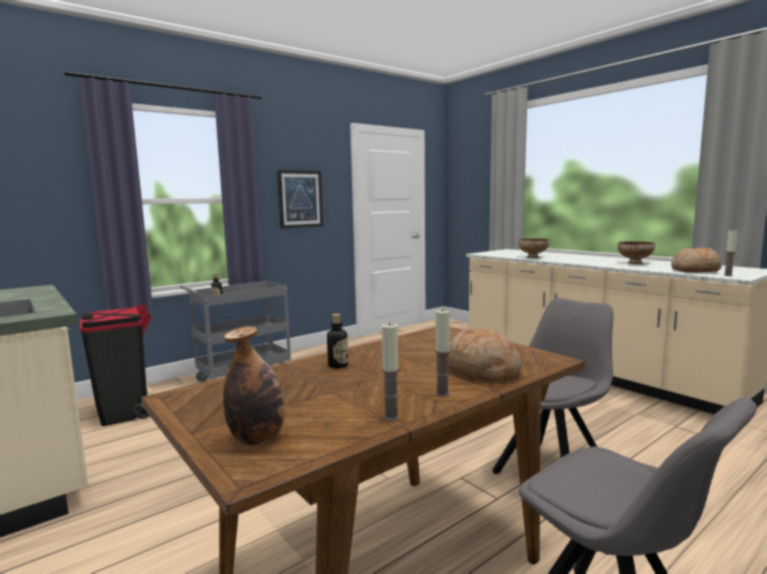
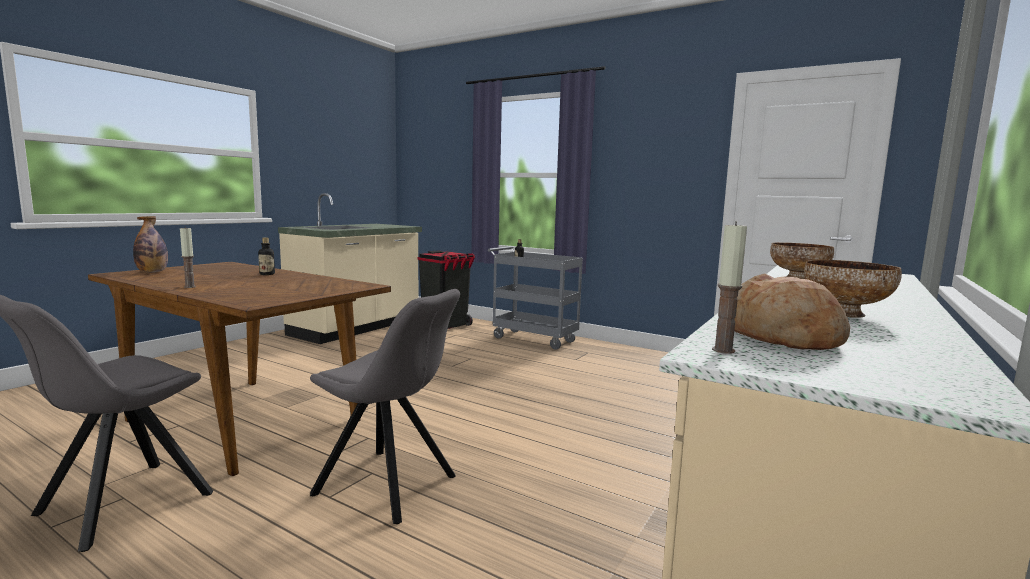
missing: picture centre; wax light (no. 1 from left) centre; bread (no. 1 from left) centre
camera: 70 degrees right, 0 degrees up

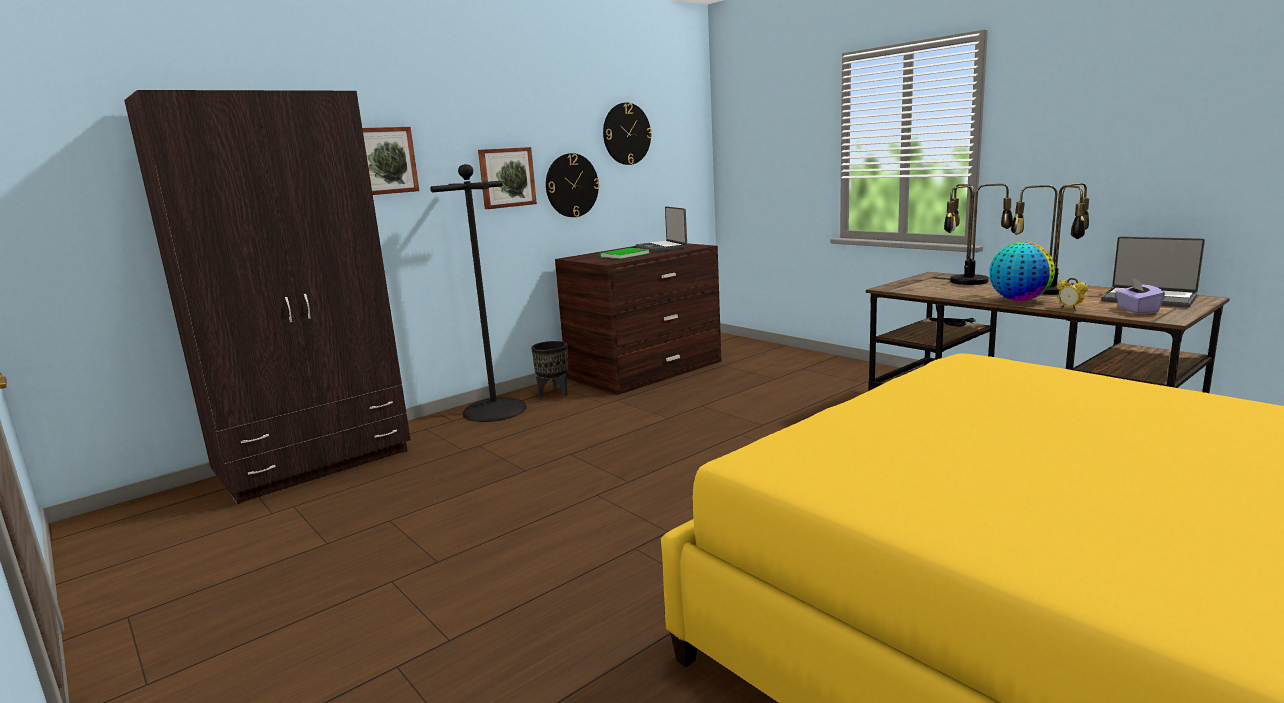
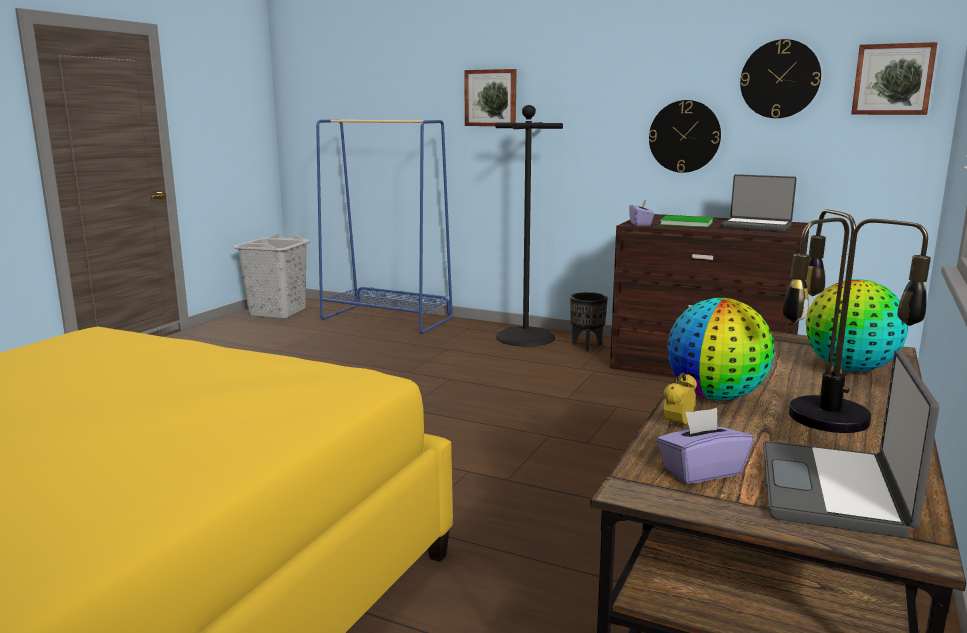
appeared: purple-coloured box of tissues (no. 1 from left) centre; gray hamper middle left
relocated: picture (no. 2 from left) top centre to top right
exchanged: brownish armoire middle left to blue garment stand centre; table lamp (no. 1 from left) top right to globe (no. 2 from left) middle right
spun: notebook computer (no. 1 from left) top centre = top right 105 degrees counterclockwise
camera: 65 degrees right, 0 degrees up

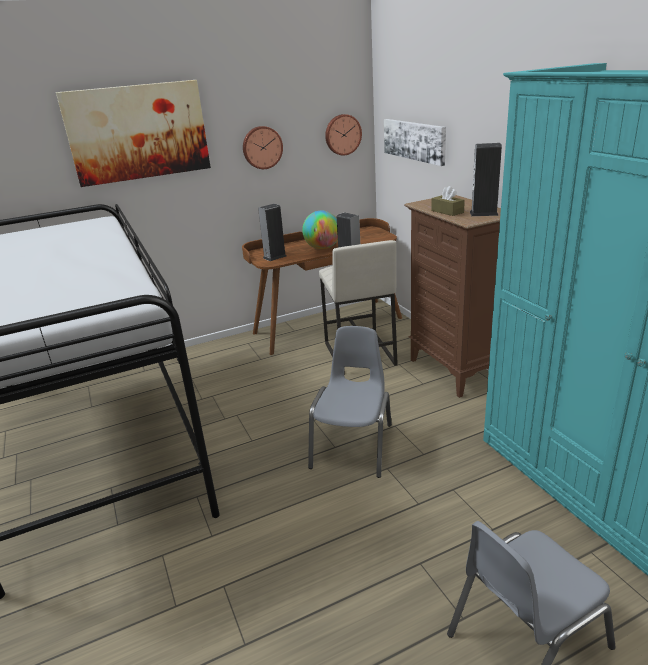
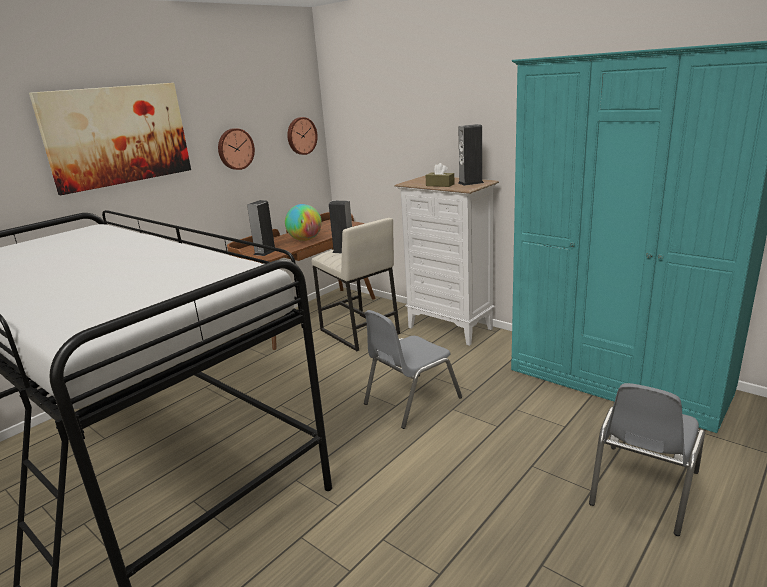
missing: picture (no. 2 from left) top centre
colour: brownish chest of drawers middle right to white chest of drawers centre
spun: gray chair (no. 1 from left) centre = centre 120 degrees counterclockwise
camera: 25 degrees left, 5 degrees down

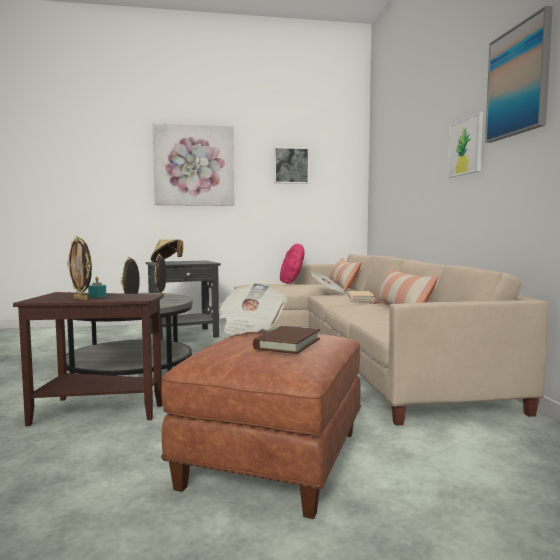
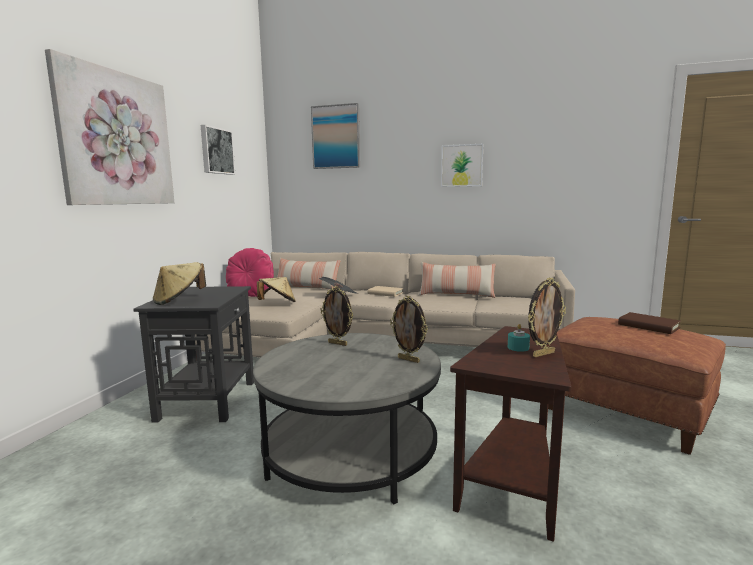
missing: daily paper (no. 1 from left) centre
appeared: sand-coloured clothing hat (no. 2 from left) centre
relocated: picture (no. 4 from left in the first image) top right to picture (no. 3 from left) top centre
camera: 65 degrees left, 5 degrees up

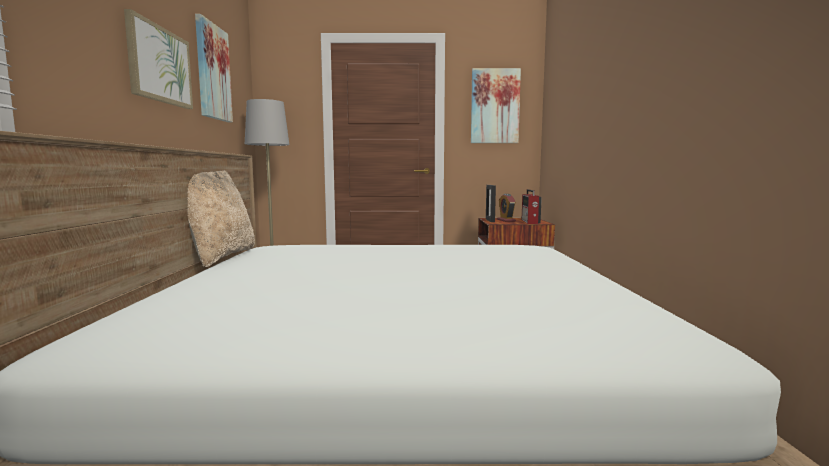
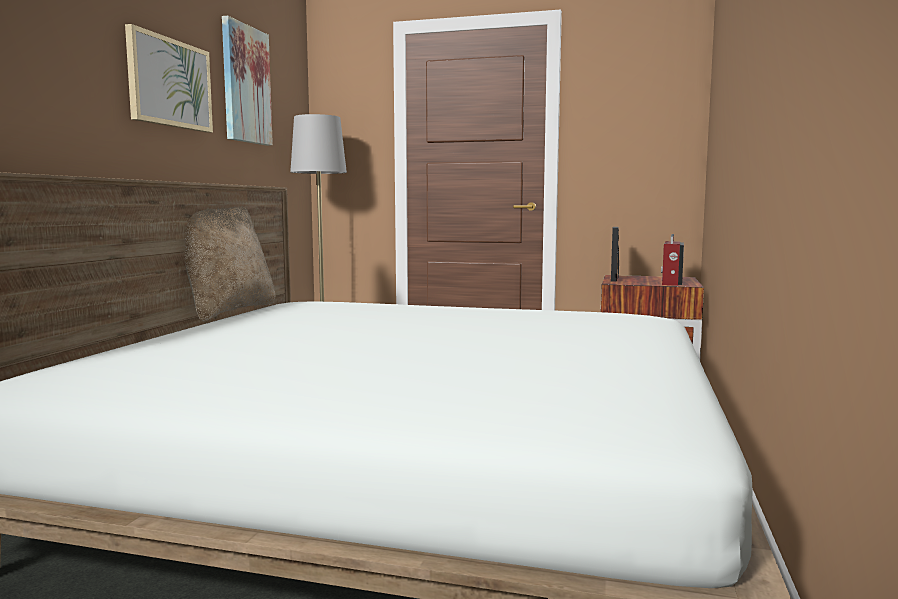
missing: picture (no. 3 from left) top centre; bedside clock centre
camera: 15 degrees right, 0 degrees up

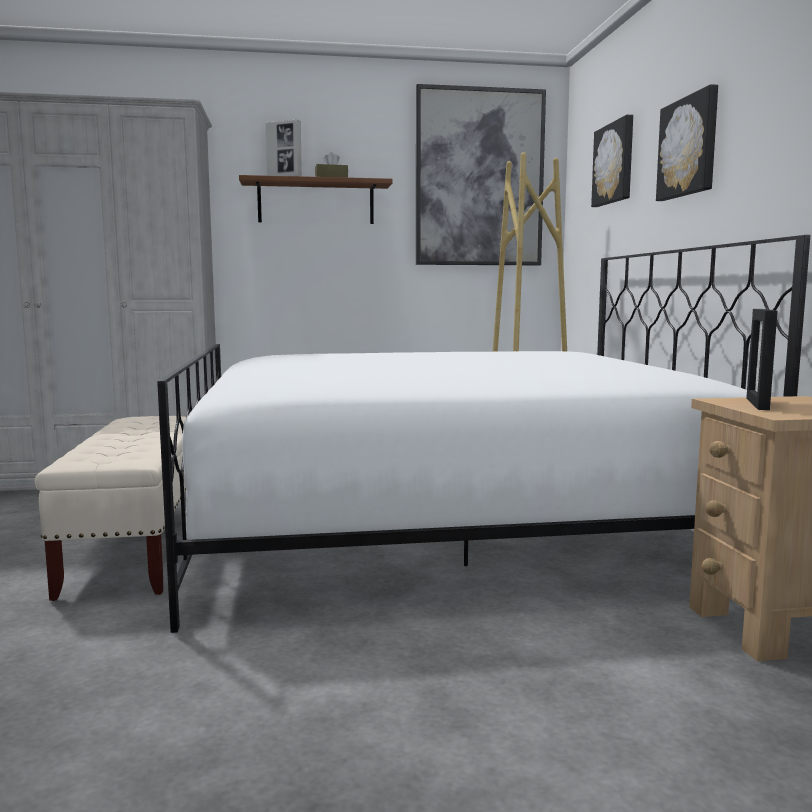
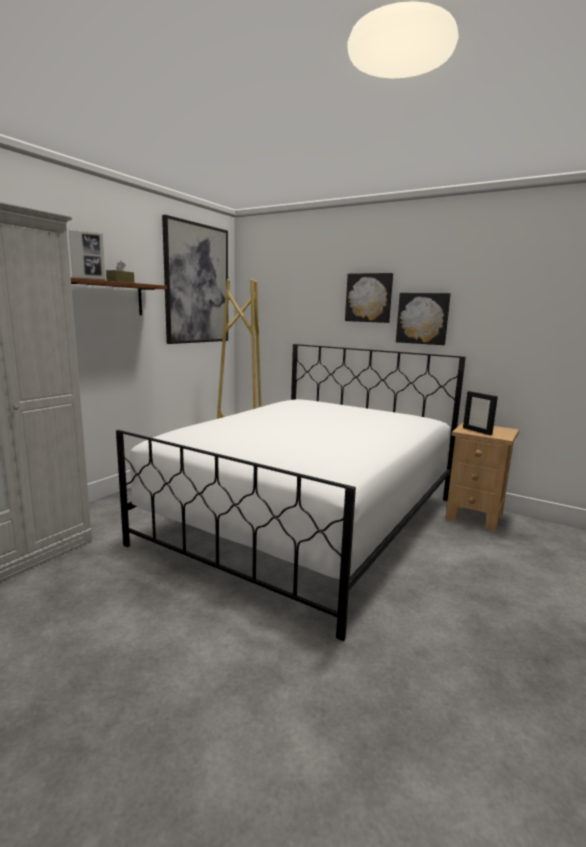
missing: sand-coloured bench middle left
relocated: picture (no. 2 from left in the first image) top right to picture (no. 3 from left) middle right
camera: 50 degrees left, 5 degrees up

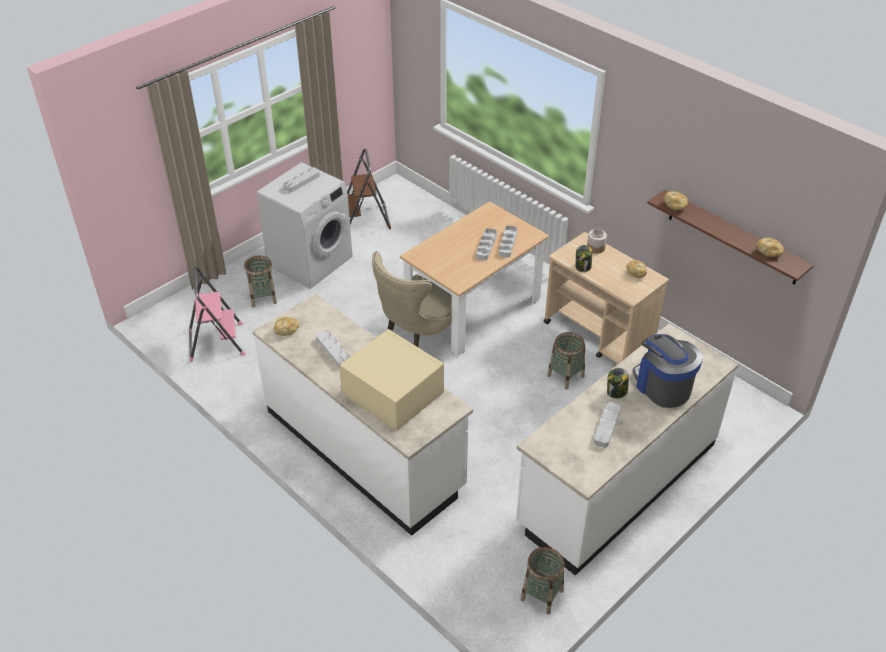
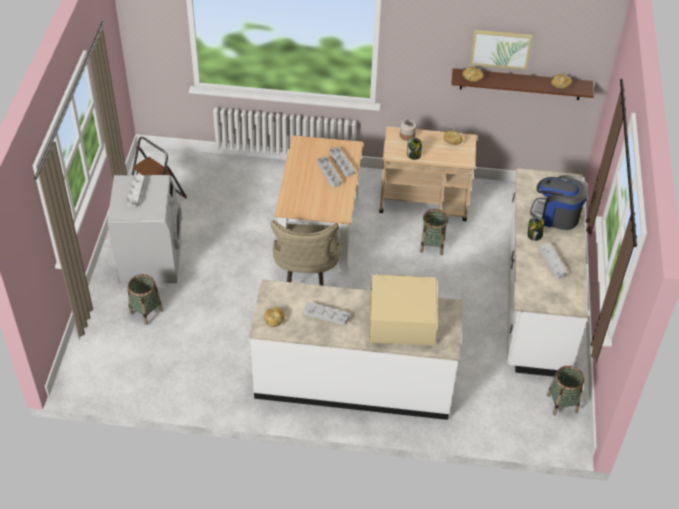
missing: pinkish step ladder middle left
appeared: picture top right
camera: 40 degrees left, 5 degrees up

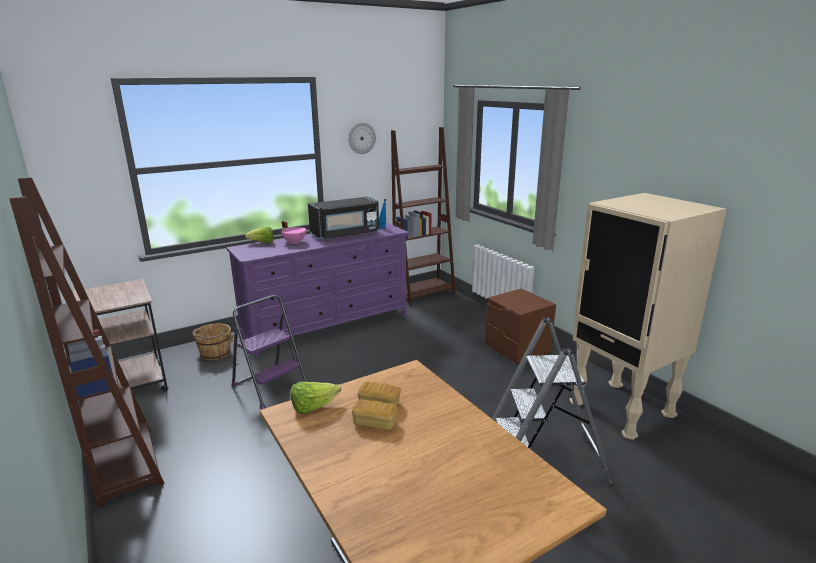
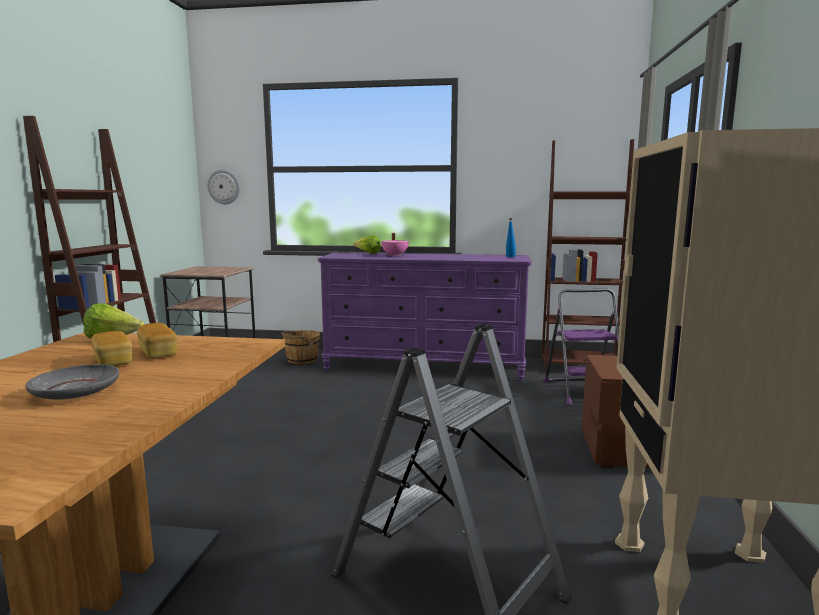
missing: blackish microwave centre
appeared: gray flat dish middle left
relocated: hanging clock top centre to top left; purple-coloured step ladder middle left to middle right
camera: 40 degrees right, 10 degrees down

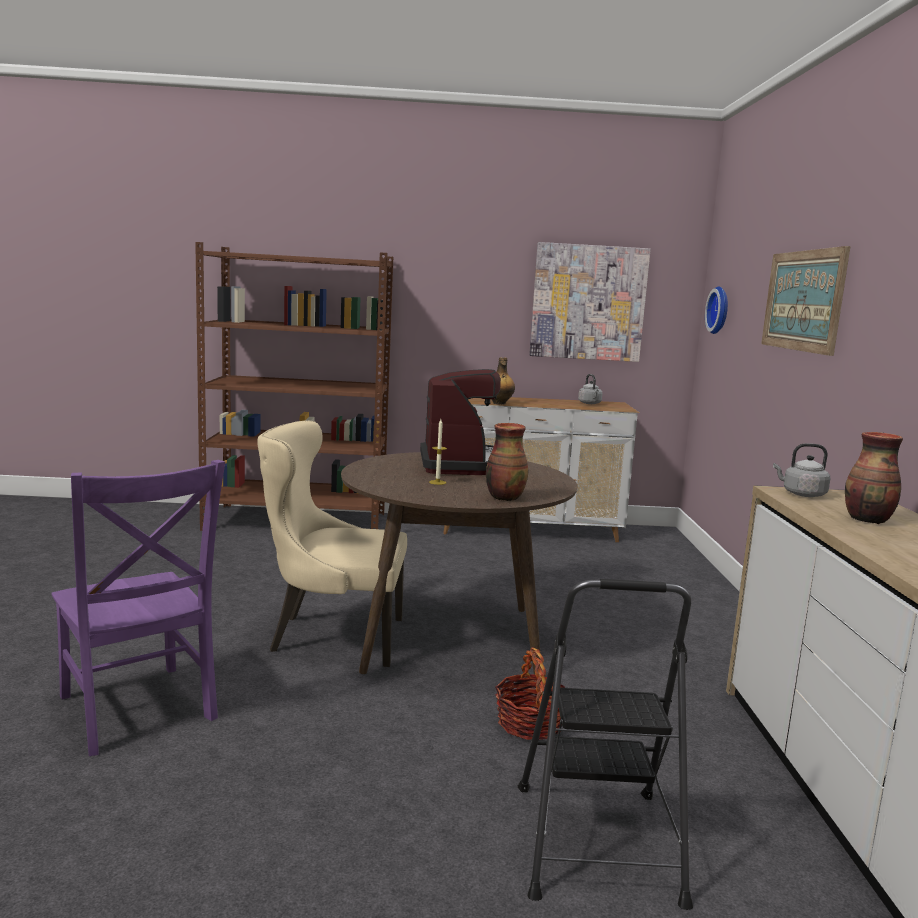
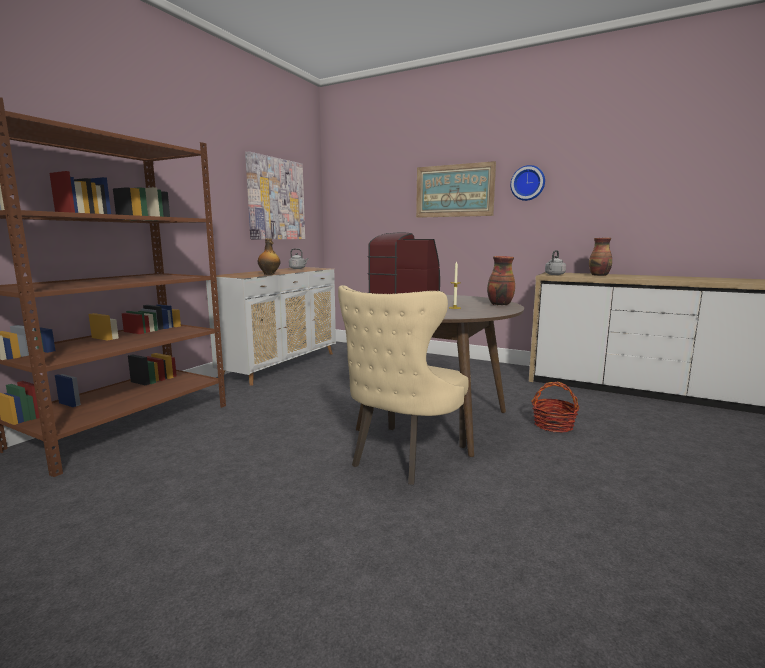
missing: purple-coloured chair middle left; blackish step ladder bottom centre
relocated: hanging clock middle right to top right
camera: 60 degrees left, 0 degrees up

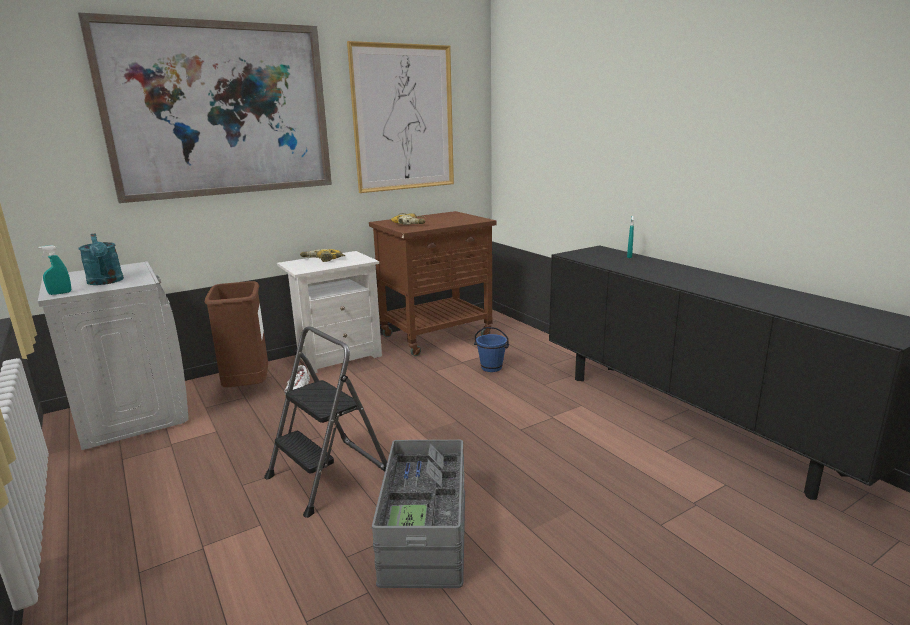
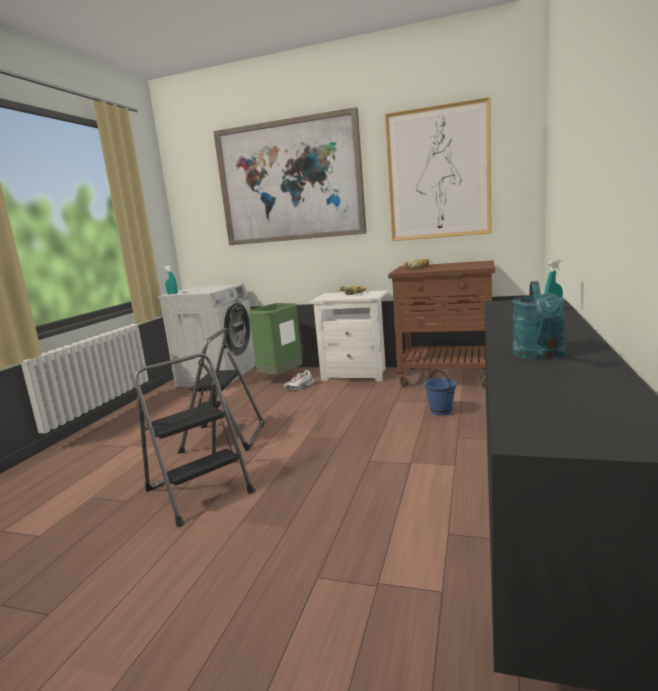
relocated: turquoise watering pot middle left to middle right
exchanged: gray storage box bottom centre to blackish step ladder (no. 1 from left) middle left
colour: brownish rubbish bin middle left to green-coloured rubbish bin centre
camera: 50 degrees right, 5 degrees down

